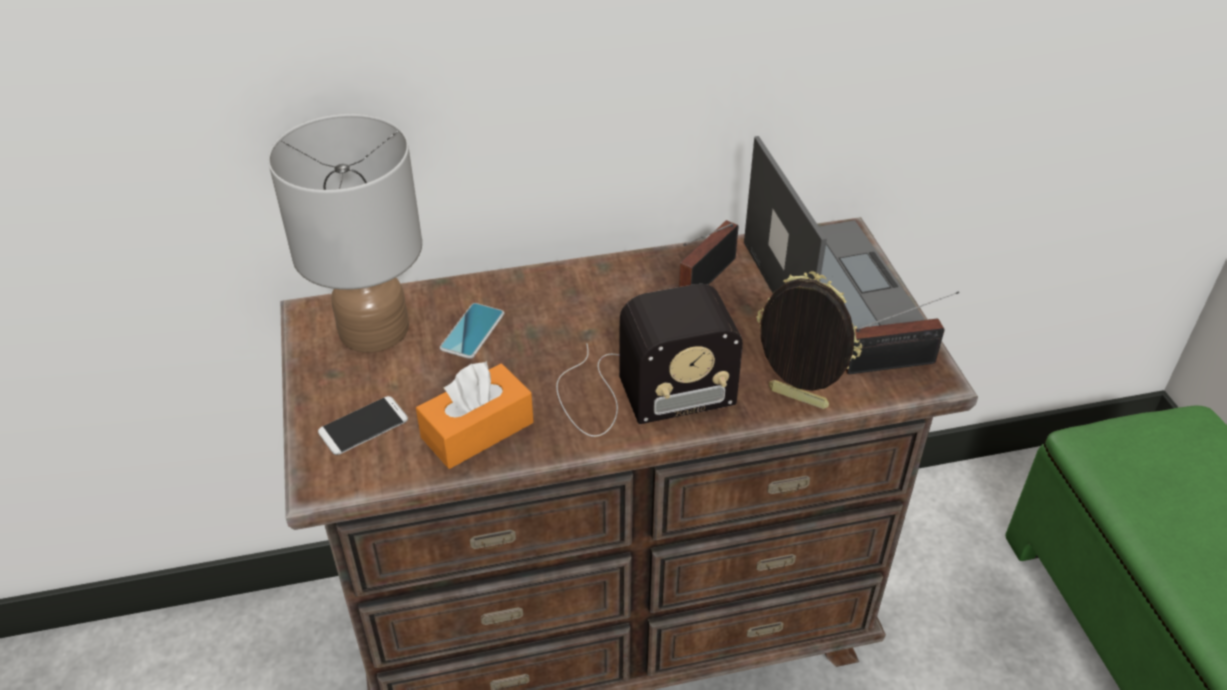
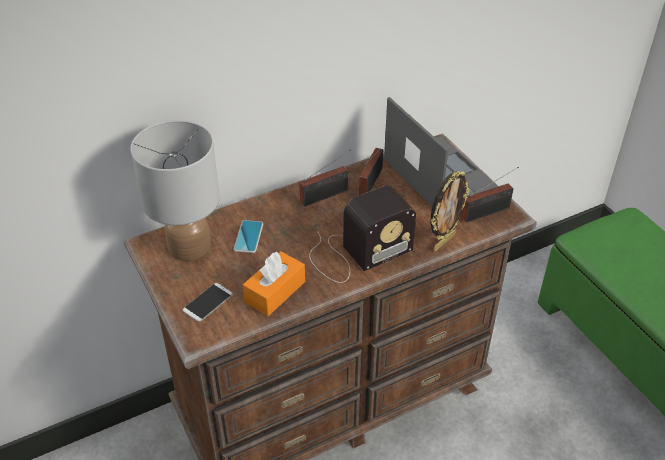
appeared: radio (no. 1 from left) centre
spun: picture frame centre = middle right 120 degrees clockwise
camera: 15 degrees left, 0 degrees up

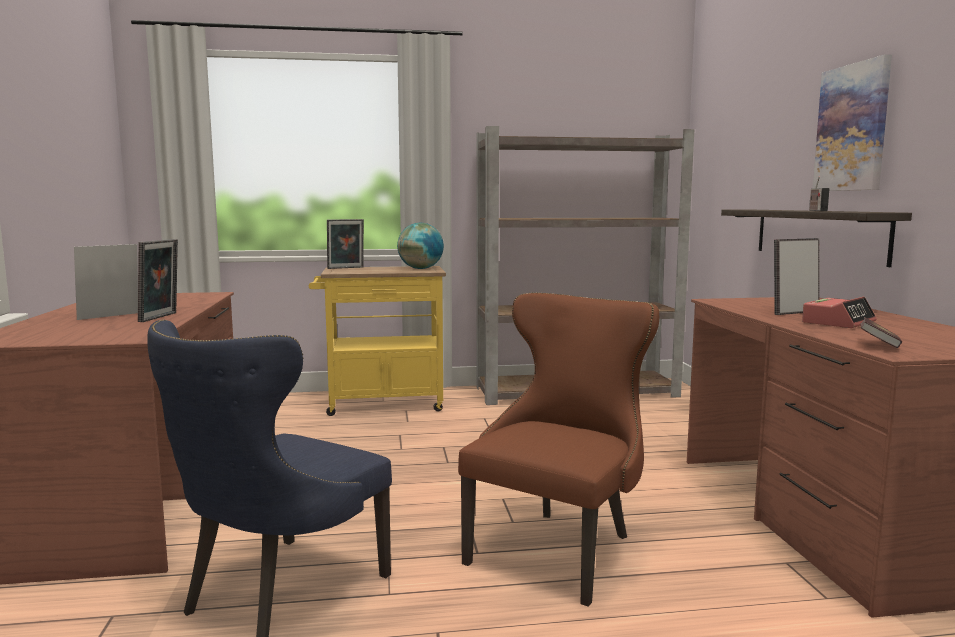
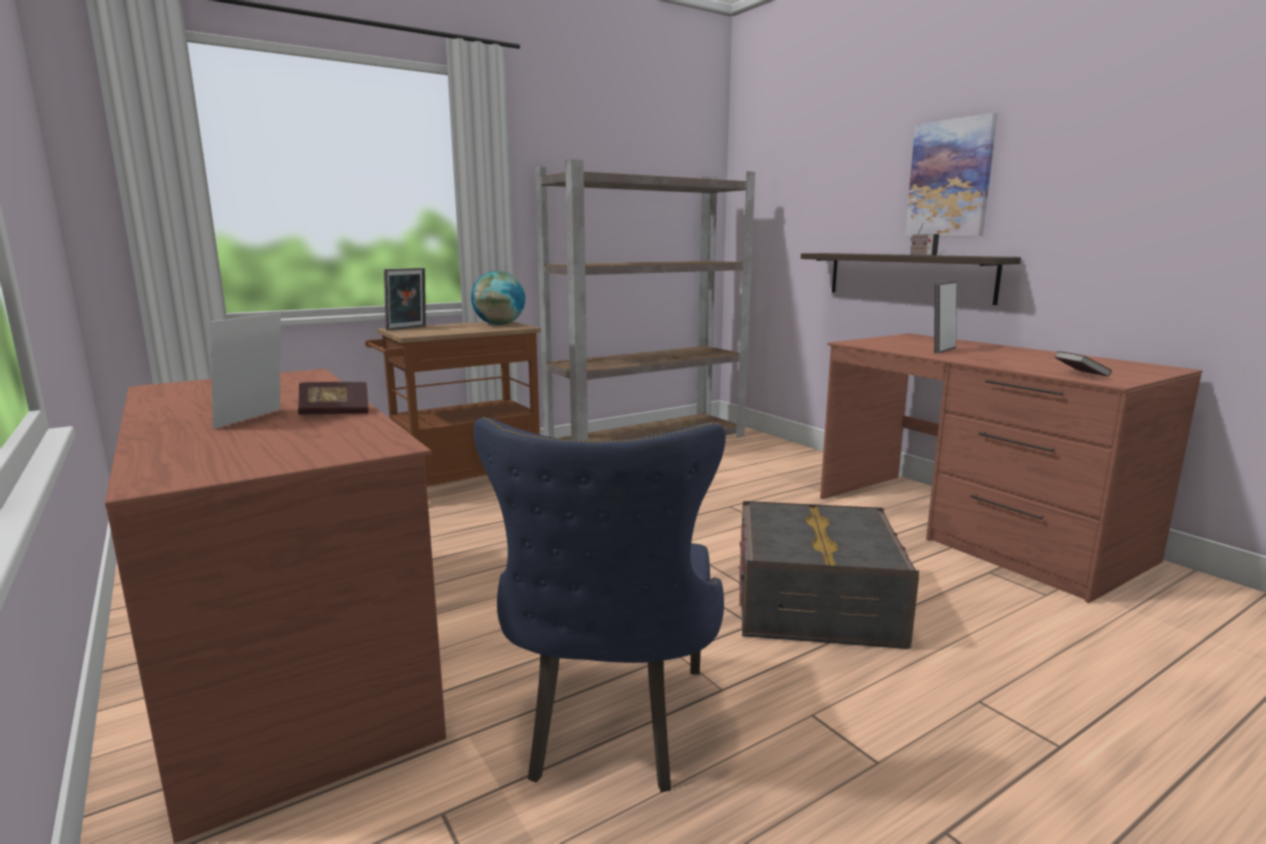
missing: bedside clock middle right
exchanged: picture frame (no. 2 from left) middle left to book (no. 1 from left) middle left; brownish chair bottom centre to gray storage box bottom centre
colour: yellow-coloured trolley centre to brownish trolley centre
camera: 25 degrees left, 5 degrees up

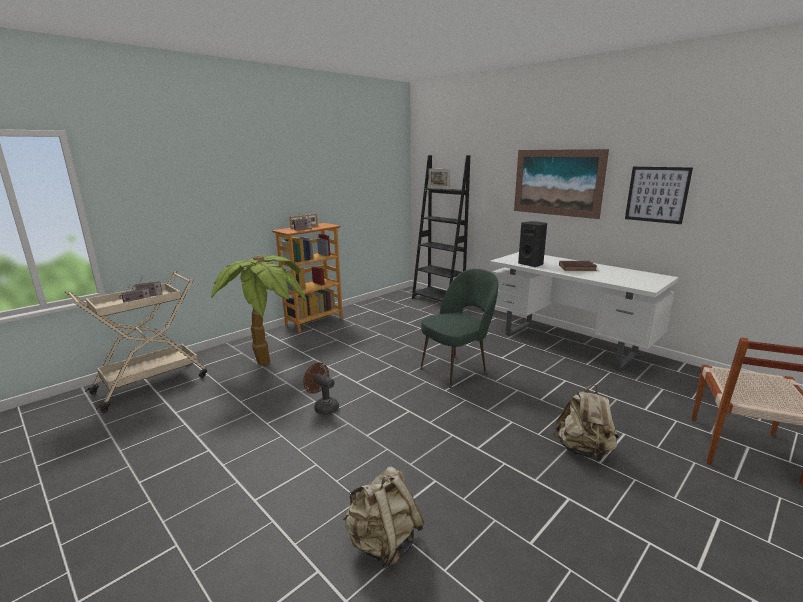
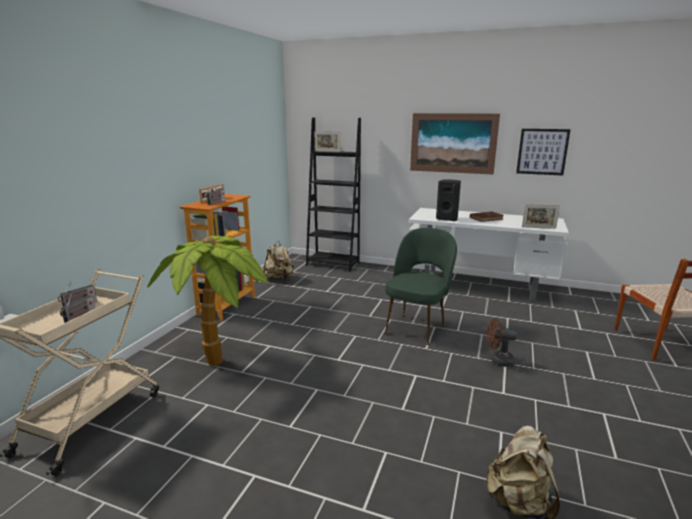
appeared: picture frame (no. 3 from left) middle right
relocated: brownish cooling fan centre to middle right; sand-coloured backpack (no. 2 from left in the first image) bottom right to sand-coloured backpack (no. 1 from left) centre
camera: 25 degrees left, 0 degrees up

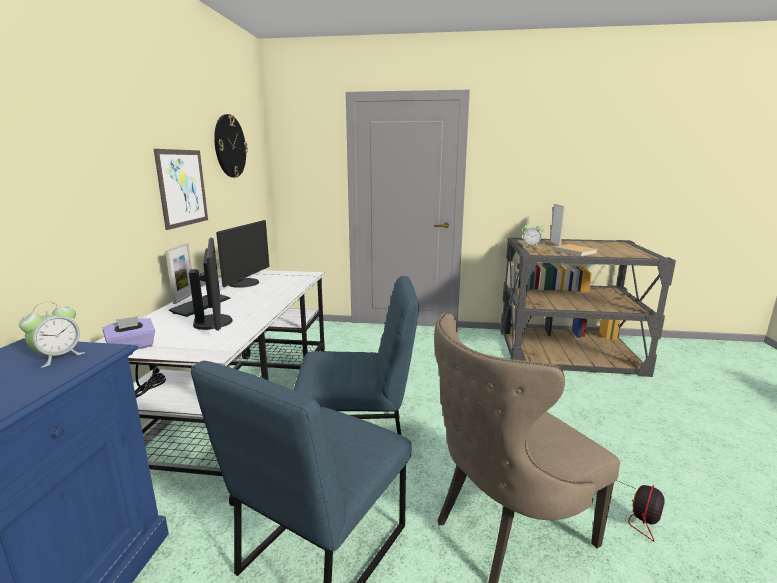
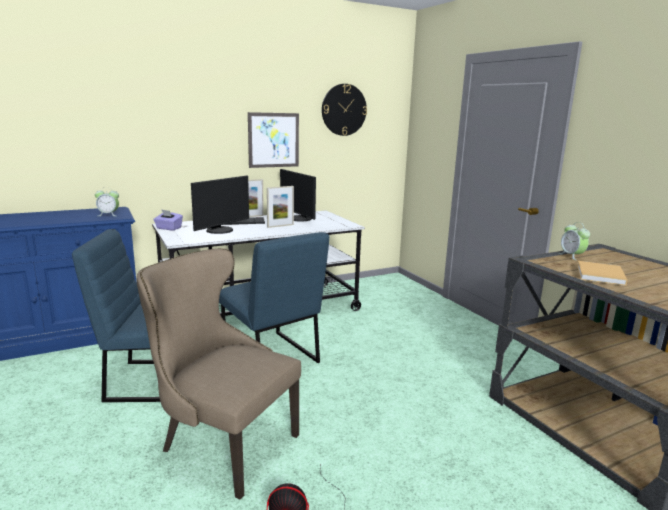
relocated: picture frame (no. 2 from left) middle right to centre
spun: computer screen (no. 2 from left) middle left = centre 75 degrees clockwise
camera: 55 degrees right, 0 degrees up

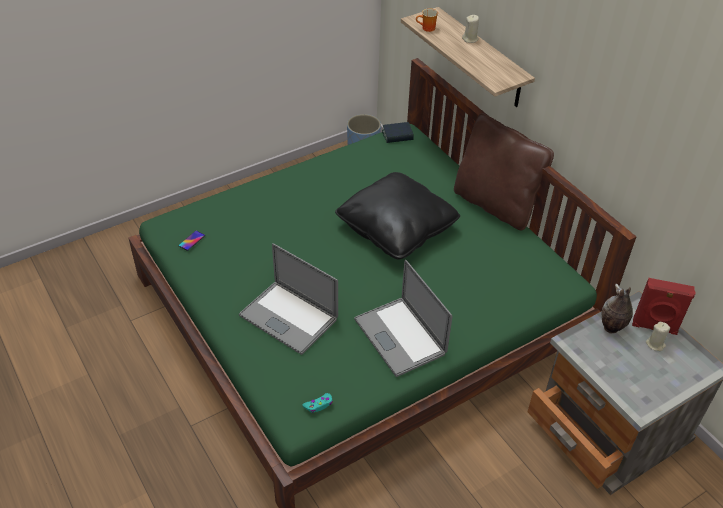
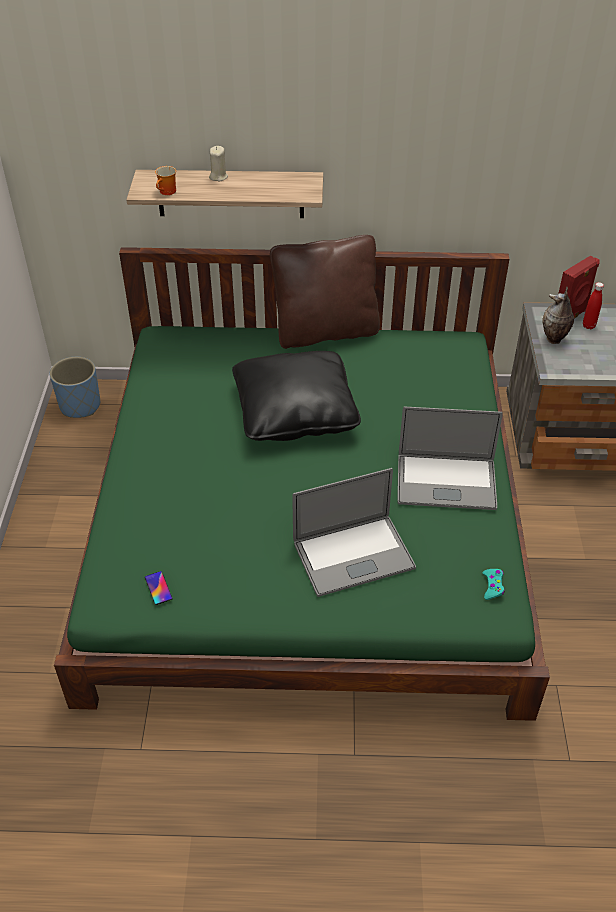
missing: book top centre
exchanged: sand-coloured wax light (no. 2 from left) middle right to reddish bottle middle right
camera: 55 degrees left, 0 degrees up

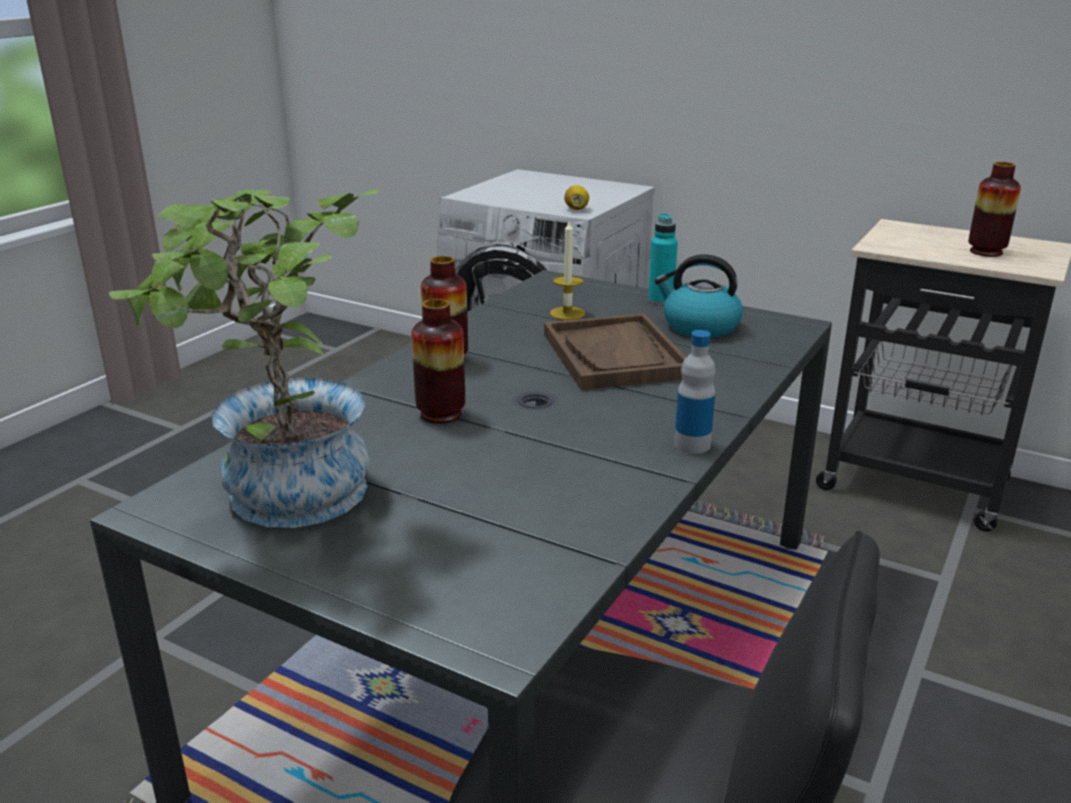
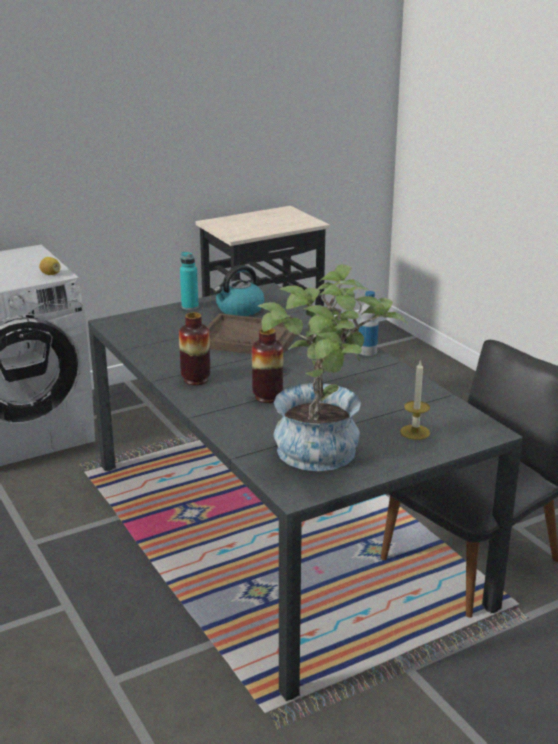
missing: flower vase (no. 3 from left) top right
relocated: wax light centre to middle right
camera: 60 degrees left, 0 degrees up

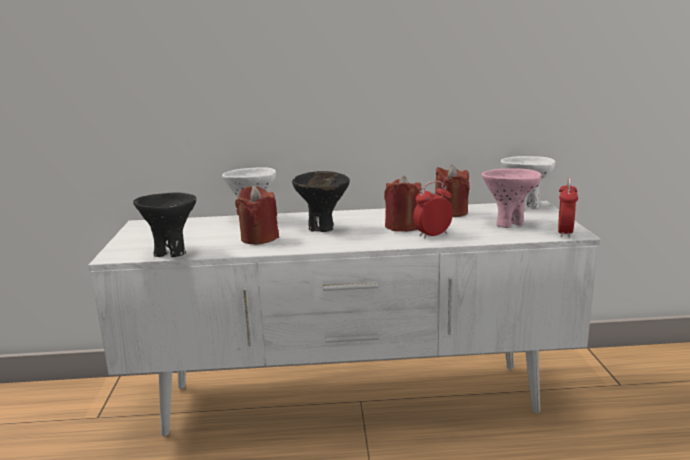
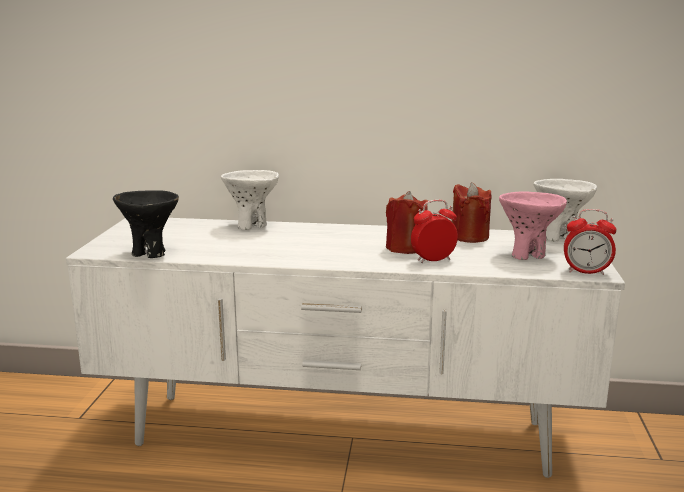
missing: blackish serving bowl (no. 2 from left) centre; reddish wax light (no. 1 from left) centre
spun: bedside clock (no. 2 from left) middle right = middle right 105 degrees counterclockwise
camera: 10 degrees right, 0 degrees up

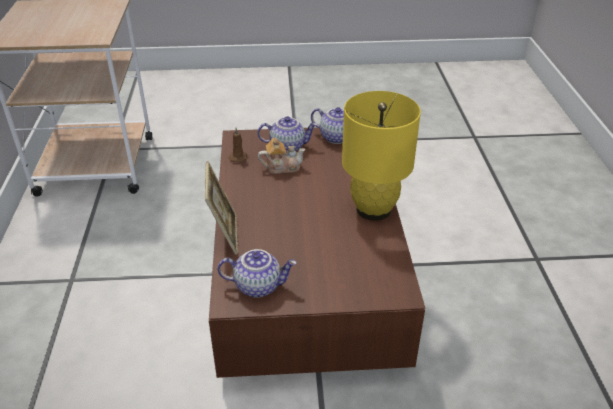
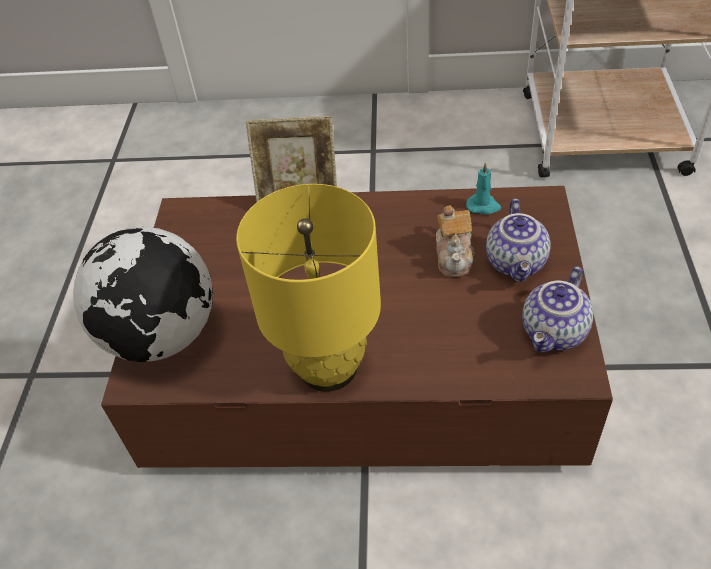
missing: pot for tea (no. 1 from left) bottom centre
appeared: globe middle left
colour: brownish wax light centre to turquoise wax light top right
camera: 100 degrees right, 10 degrees up

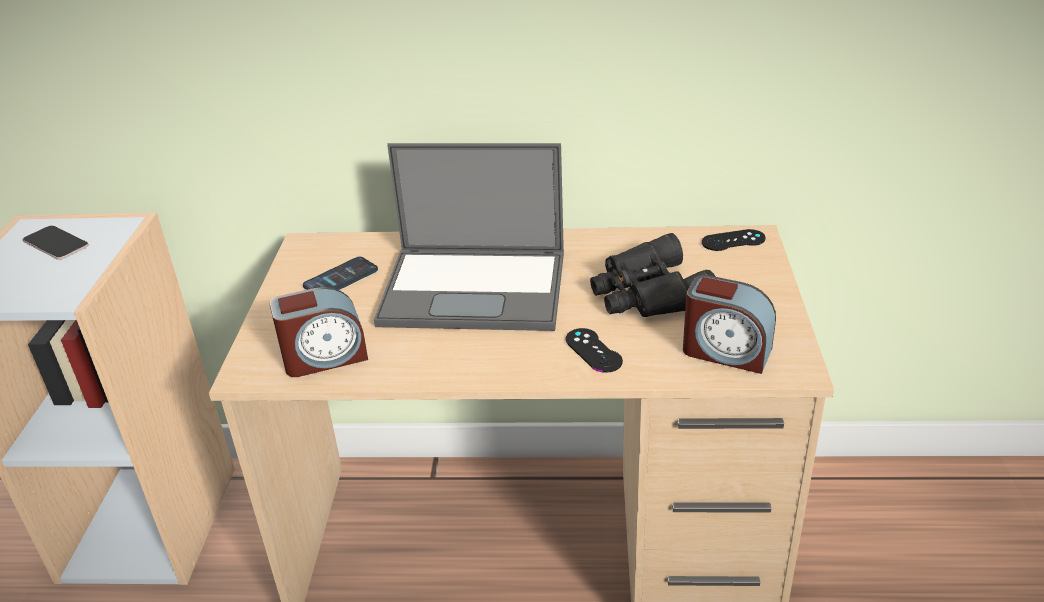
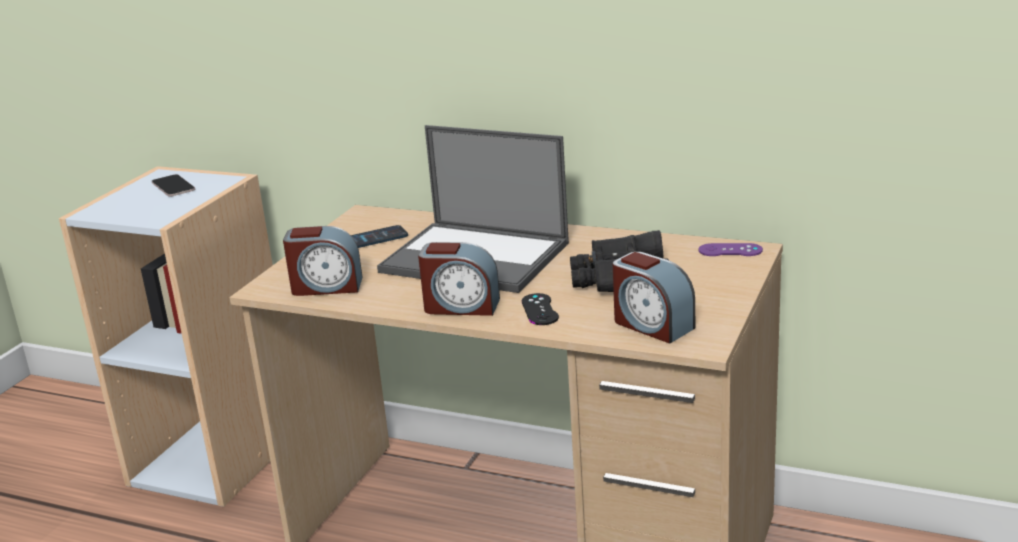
appeared: bedside clock (no. 2 from left) centre
colour: blackish game controller (no. 2 from left) middle right to purple-coloured game controller middle right
camera: 20 degrees right, 10 degrees down

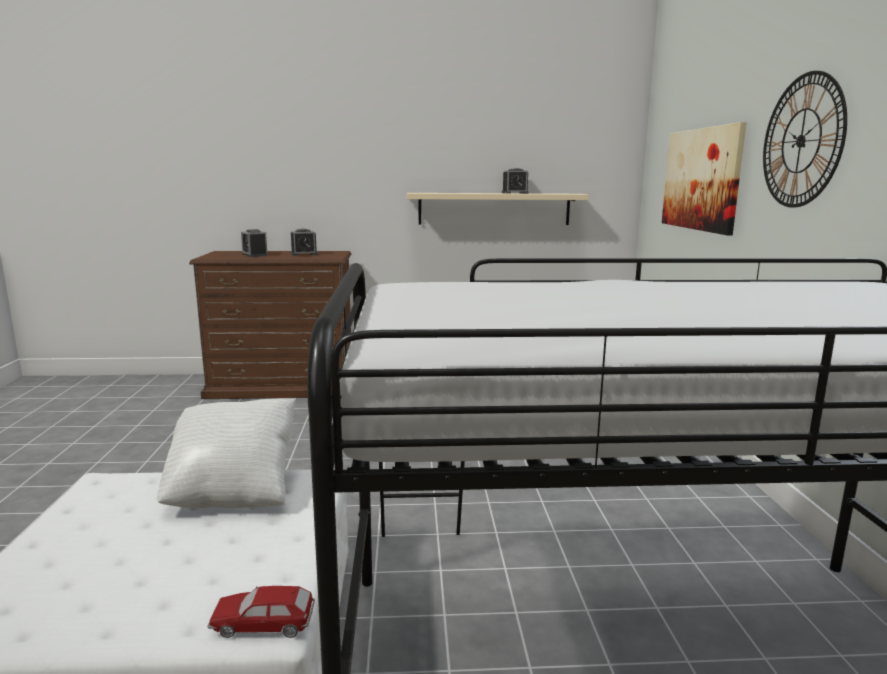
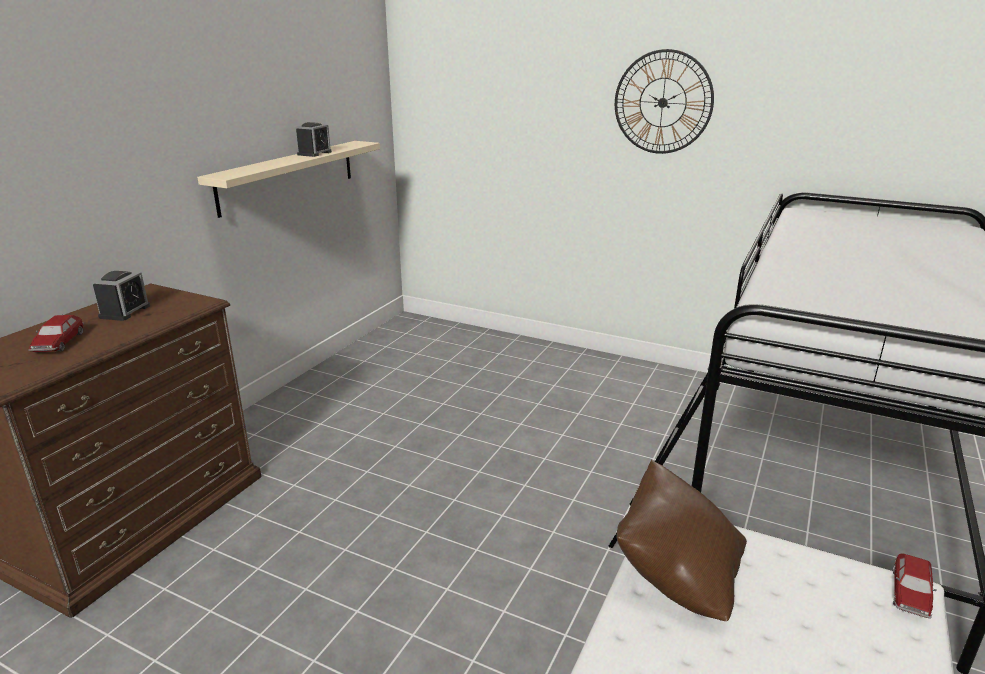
missing: picture top right
exchanged: bedside clock (no. 1 from left) middle left to model car (no. 1 from left) middle left
colour: white cushion bottom left to brownish cushion bottom right
camera: 60 degrees left, 10 degrees up

